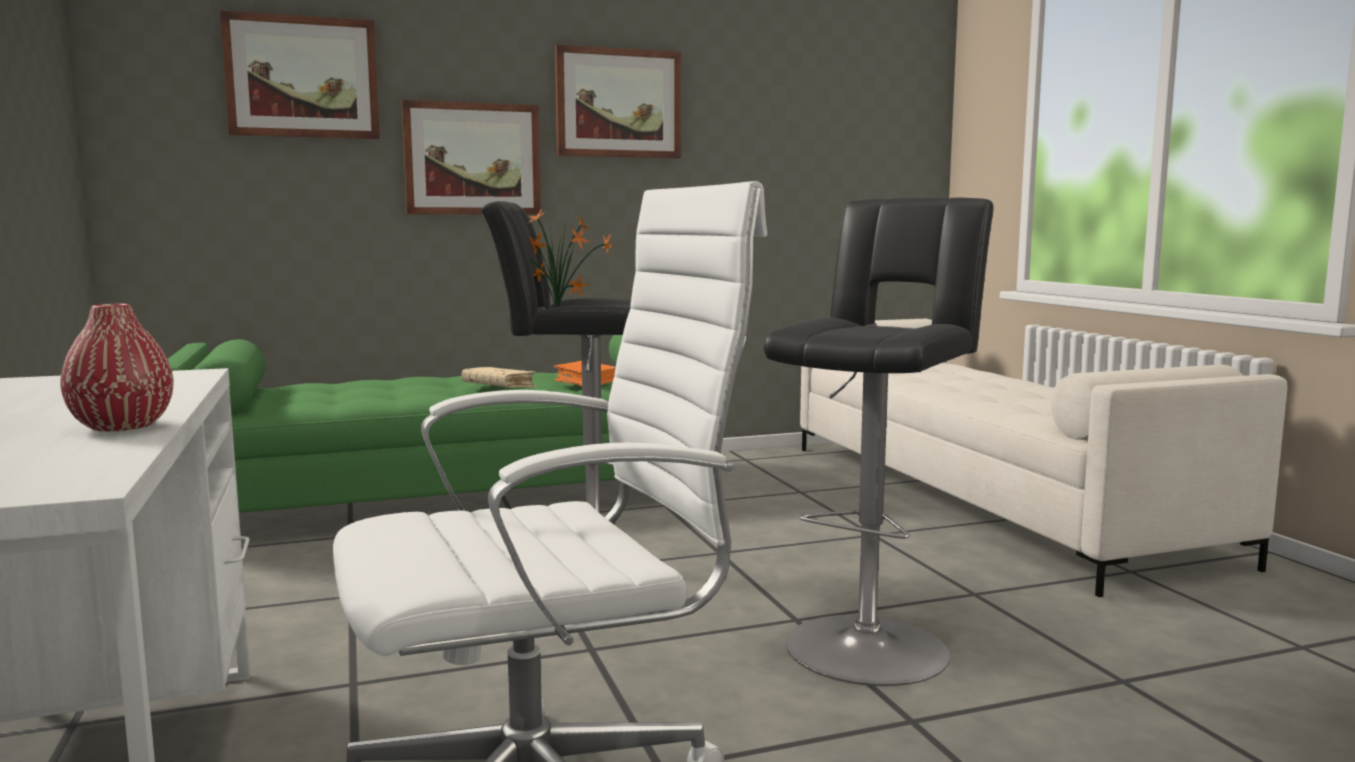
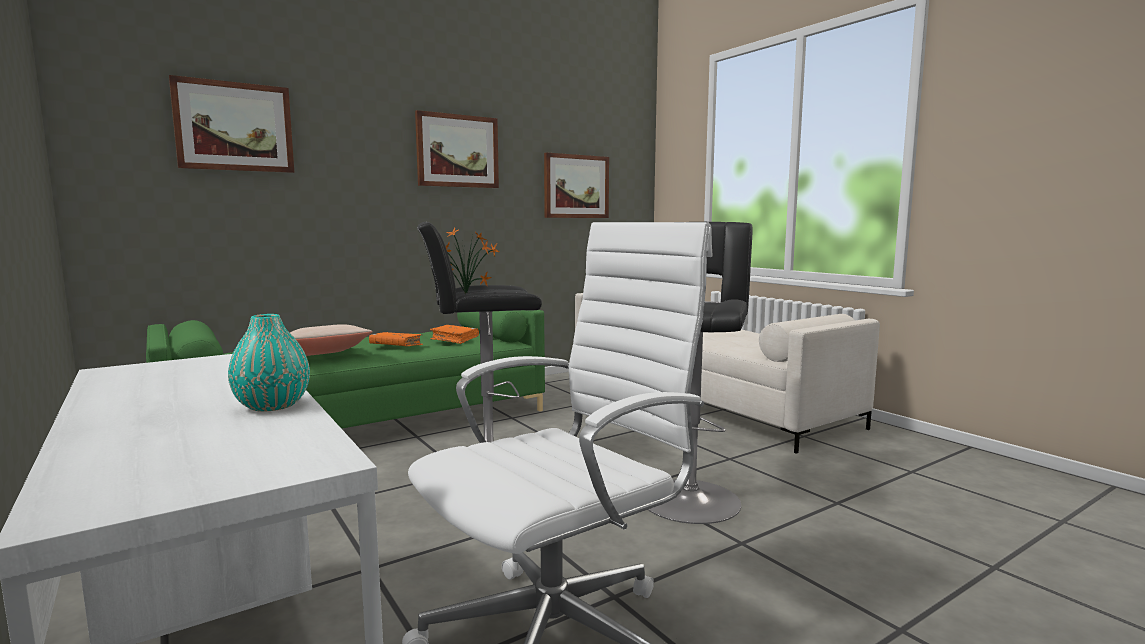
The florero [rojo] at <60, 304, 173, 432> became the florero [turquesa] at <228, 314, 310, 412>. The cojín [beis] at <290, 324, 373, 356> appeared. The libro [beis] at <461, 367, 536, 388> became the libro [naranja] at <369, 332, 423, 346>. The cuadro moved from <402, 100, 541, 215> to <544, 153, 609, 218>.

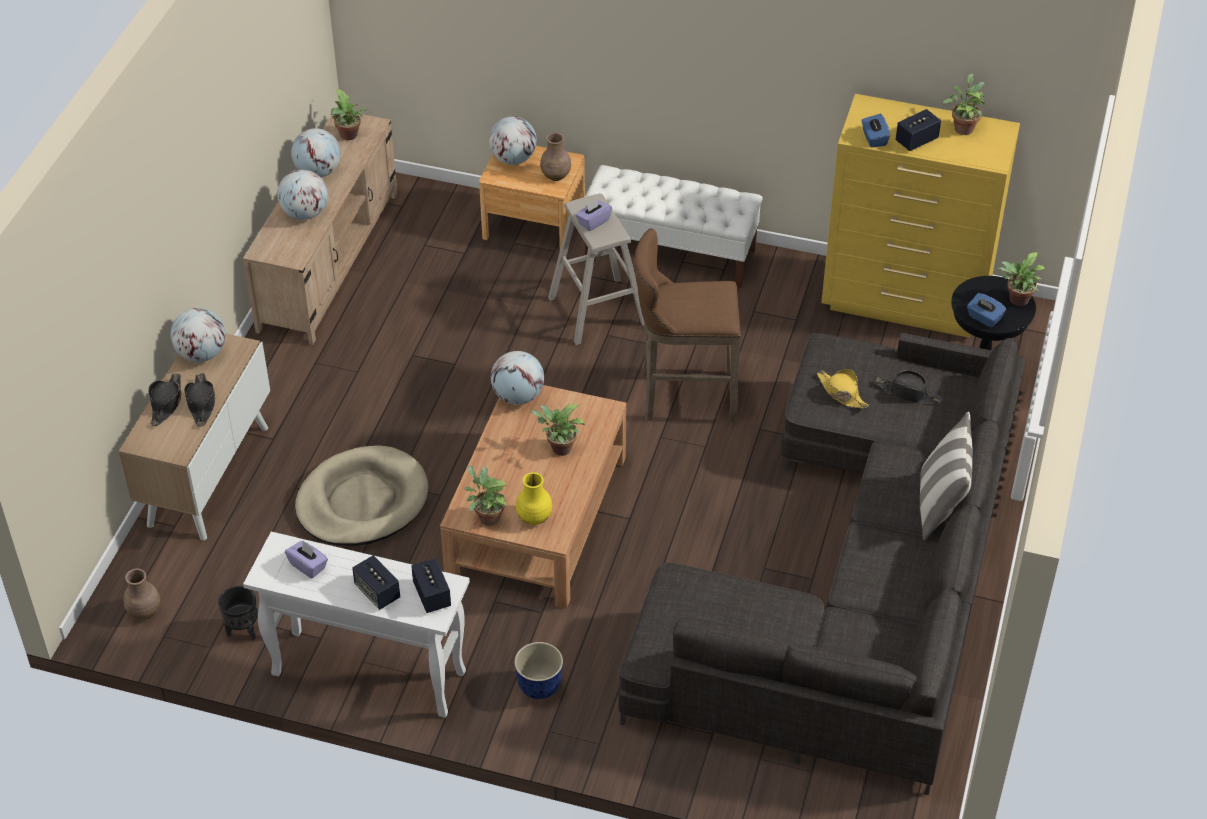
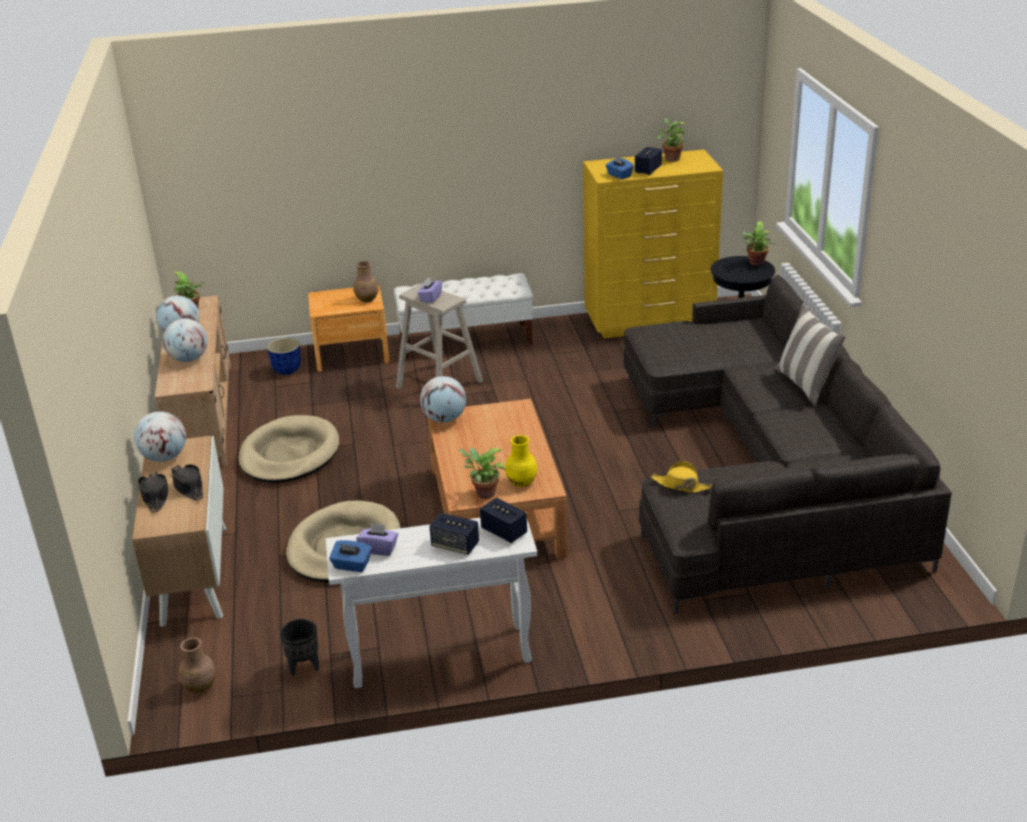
The cama para perro [beis] at <238, 415, 340, 483> appeared. The maceta moved from <514, 642, 563, 699> to <267, 338, 301, 375>. The caja de pañuelos [azul] moved from <967, 293, 1006, 328> to <329, 540, 371, 572>. The sombrero [amarillo] moved from <817, 369, 869, 409> to <651, 461, 712, 493>. The globo terráqueo at <489, 116, 537, 165> disappeared. The planta en maceta at <530, 404, 585, 456> disappeared. The taburete [marrón] at <634, 228, 741, 423> disappeared. The sombrero [negro] at <876, 371, 942, 404> disappeared.

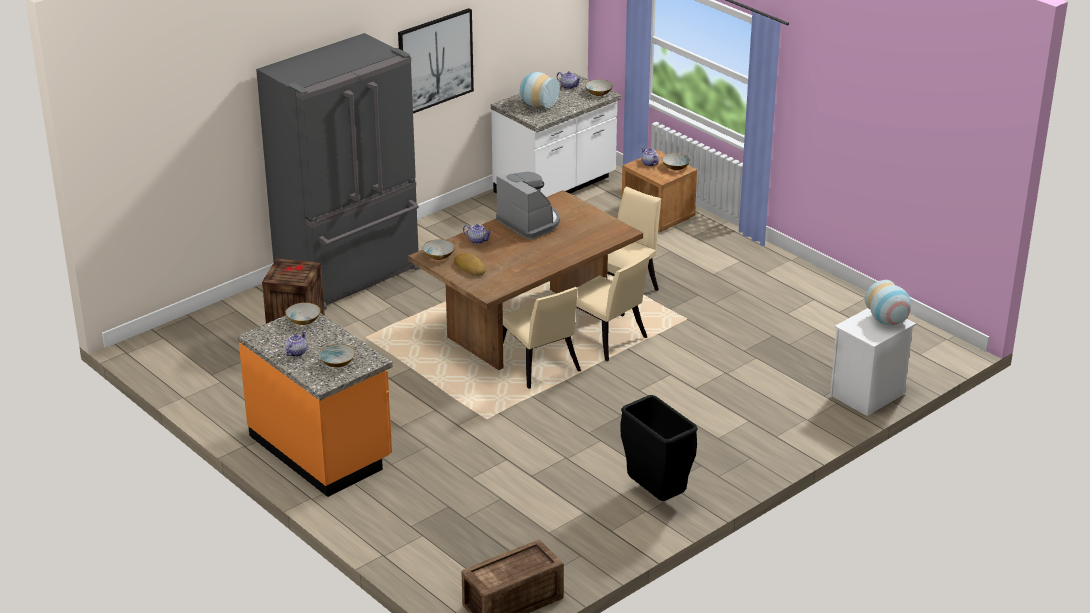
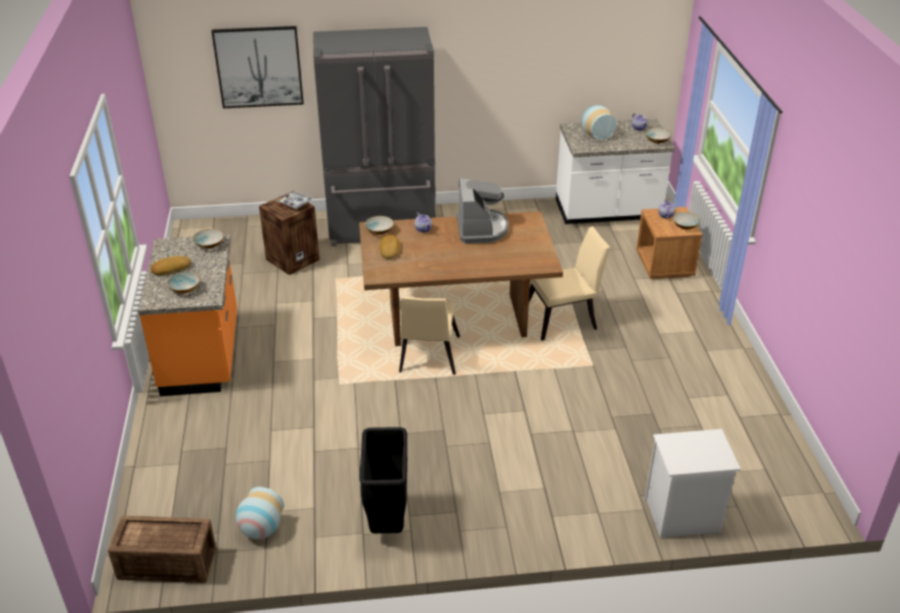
The tetera at <285, 331, 307, 357> was replaced by the pan at <150, 256, 192, 275>. The cuadro moved from <398, 8, 474, 113> to <211, 26, 304, 108>. The florero moved from <865, 280, 911, 325> to <236, 487, 284, 539>. The bandeja at <276, 191, 314, 209> appeared. The silla [beis] at <576, 255, 650, 361> disappeared.

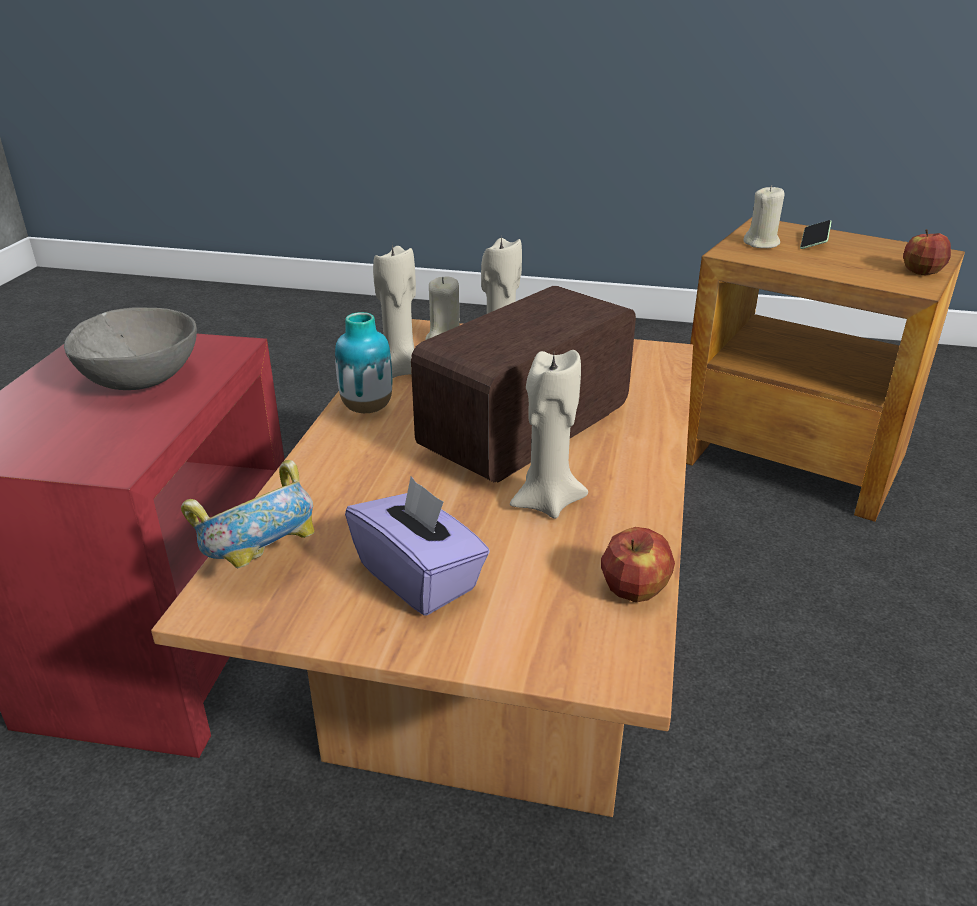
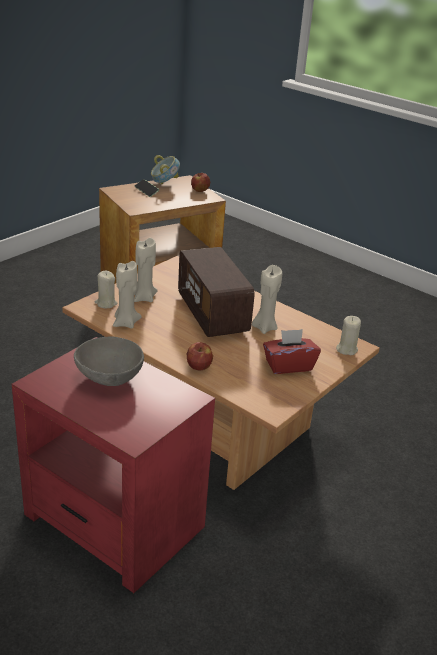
The cuenco moved from <181, 460, 314, 568> to <151, 155, 180, 185>. The manzana moved from <601, 527, 675, 602> to <187, 342, 213, 370>. The caja de pañuelos [morado] at <345, 476, 490, 616> became the caja de pañuelos [rojo] at <263, 329, 321, 374>. The vela [beis] moved from <744, 185, 784, 248> to <336, 316, 361, 355>. The florero at <335, 312, 392, 413> disappeared.

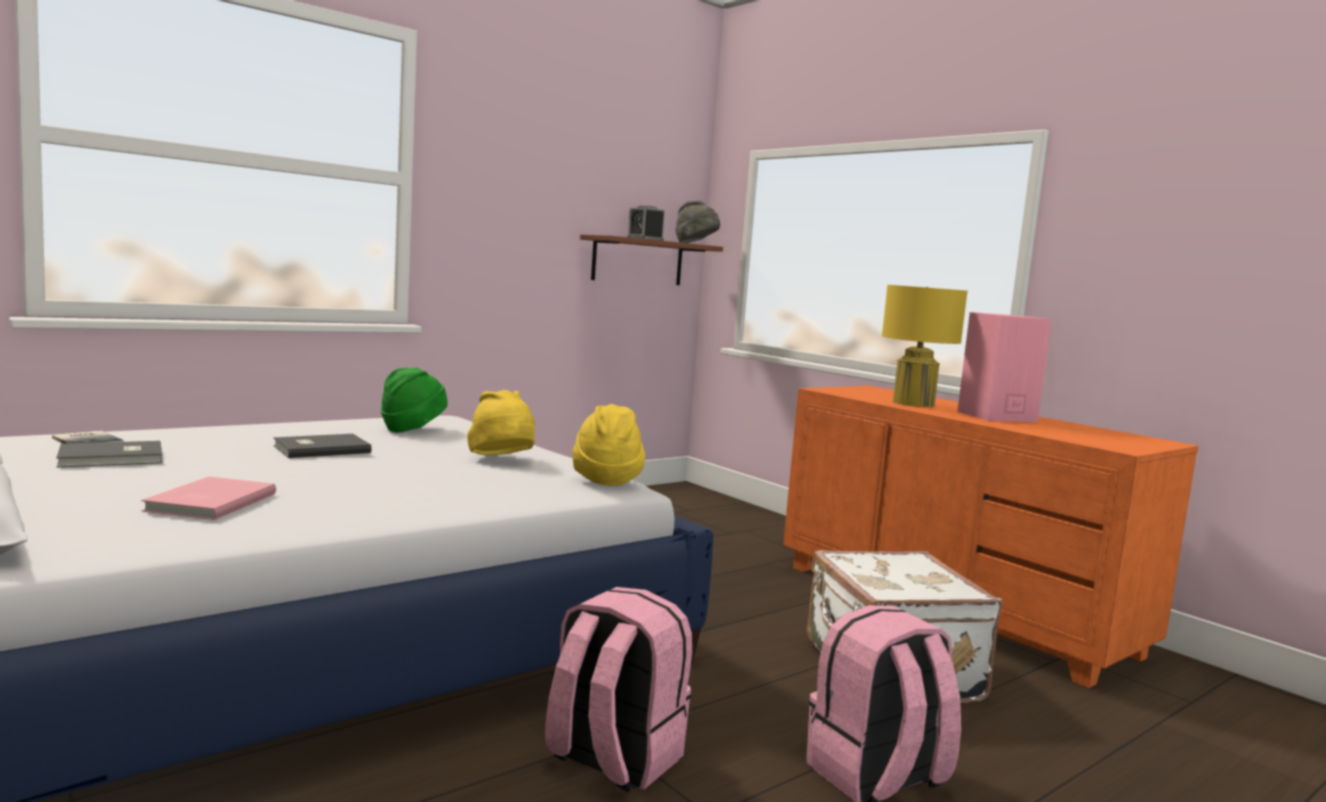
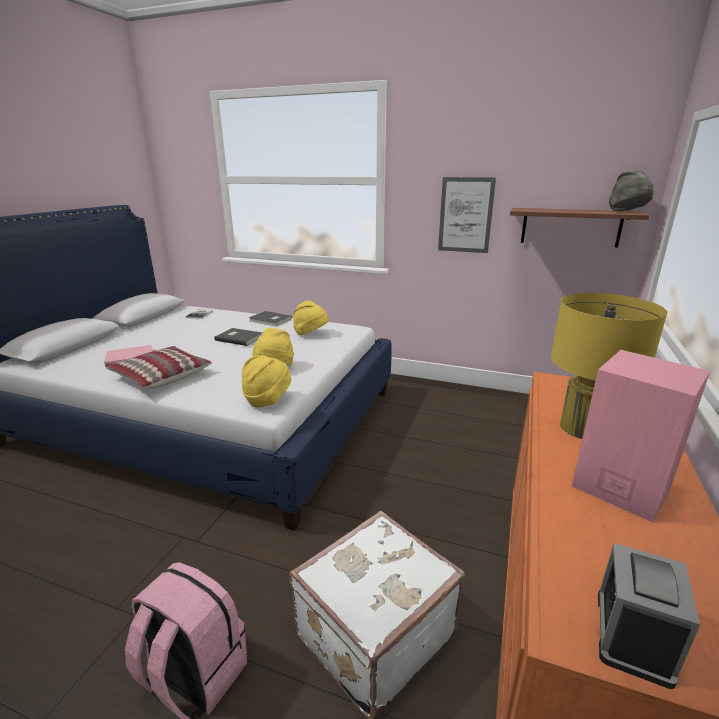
The cojín at <106, 346, 212, 390> appeared. The libro [gris] moved from <56, 441, 162, 467> to <249, 311, 292, 326>. The sombrero [verde] at <381, 368, 448, 432> became the sombrero [amarillo] at <293, 301, 329, 335>. The cuadro at <438, 177, 496, 253> appeared. The despertador moved from <627, 205, 665, 241> to <598, 543, 700, 689>. The mochila [rosa] at <545, 587, 692, 792> disappeared.

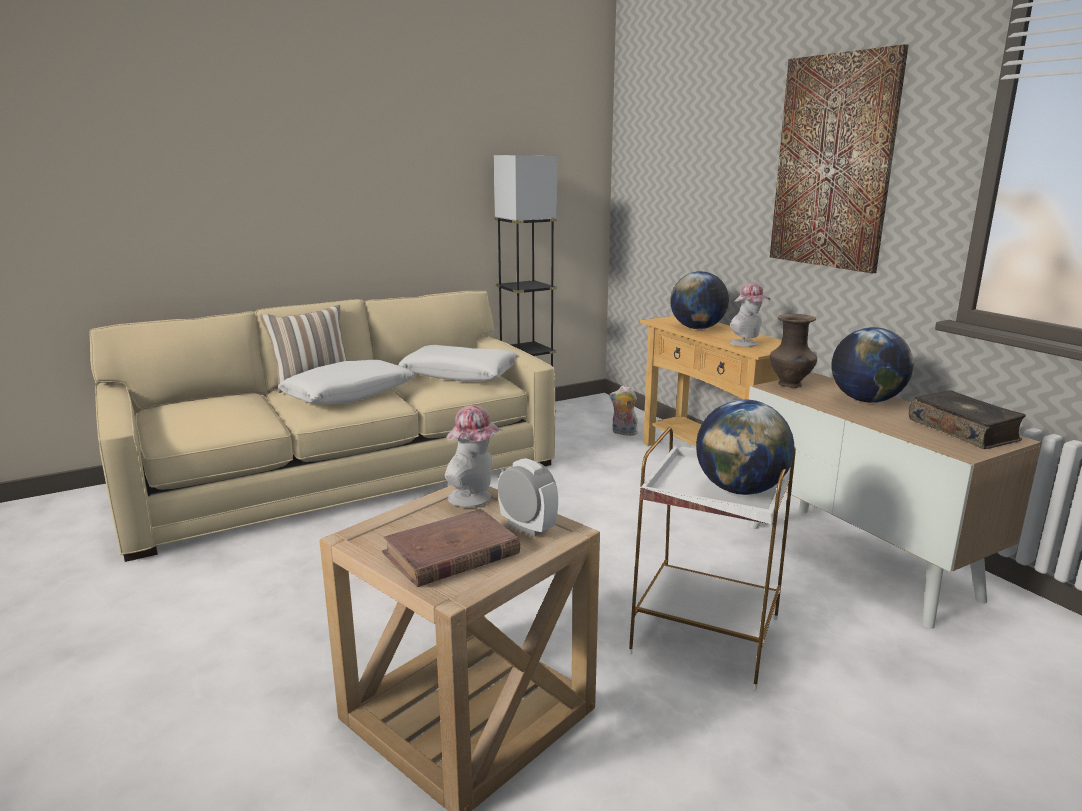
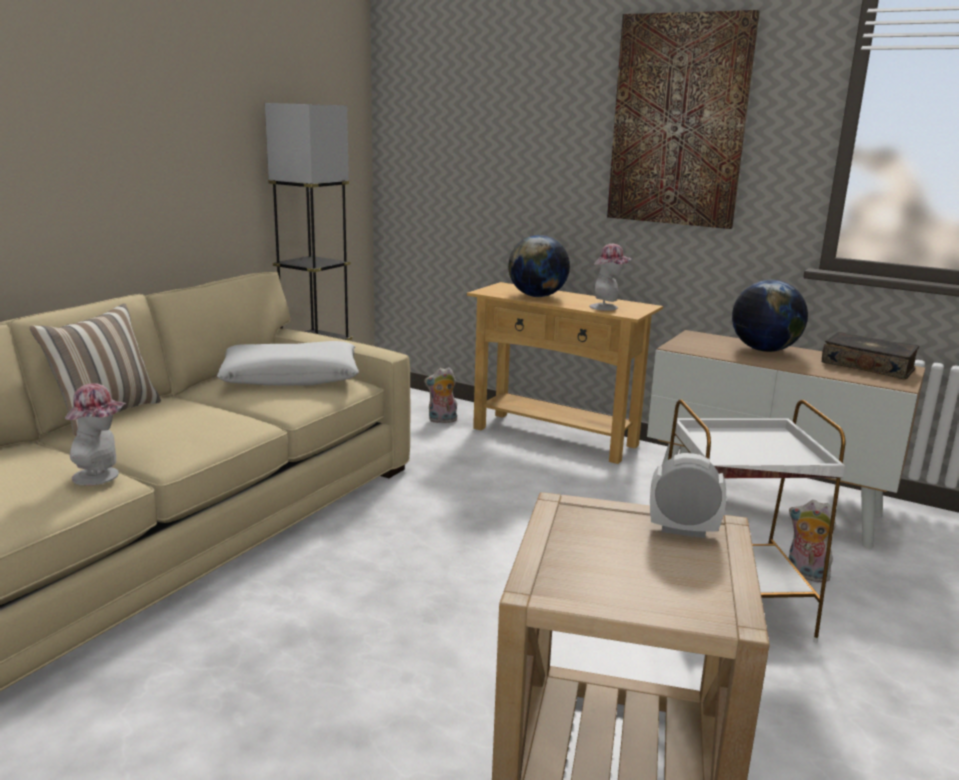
The sombrero moved from <445, 405, 503, 507> to <65, 383, 126, 486>. The peluche at <788, 500, 836, 583> appeared. The cojín [blanco] at <278, 360, 415, 404> disappeared. The libro [marrón] at <382, 509, 520, 587> disappeared. The globo terráqueo at <696, 399, 794, 495> disappeared. The florero [marrón] at <770, 314, 817, 388> disappeared.

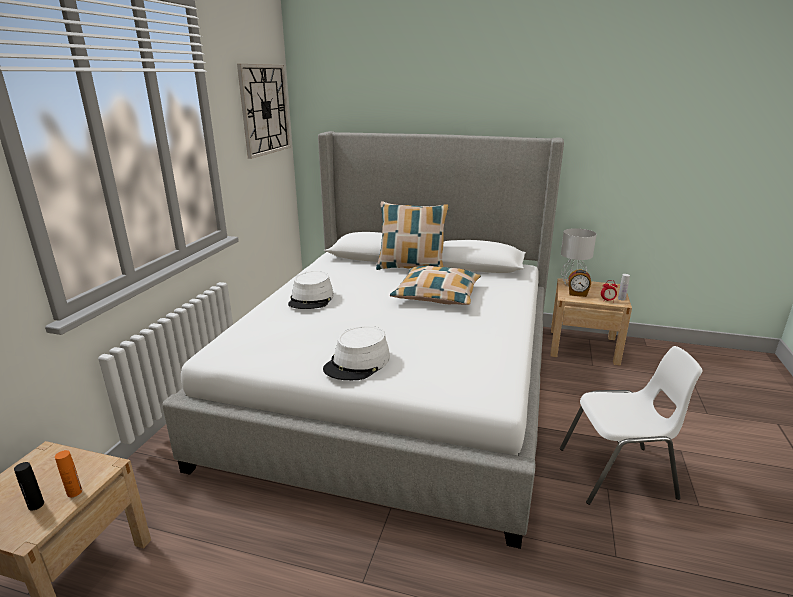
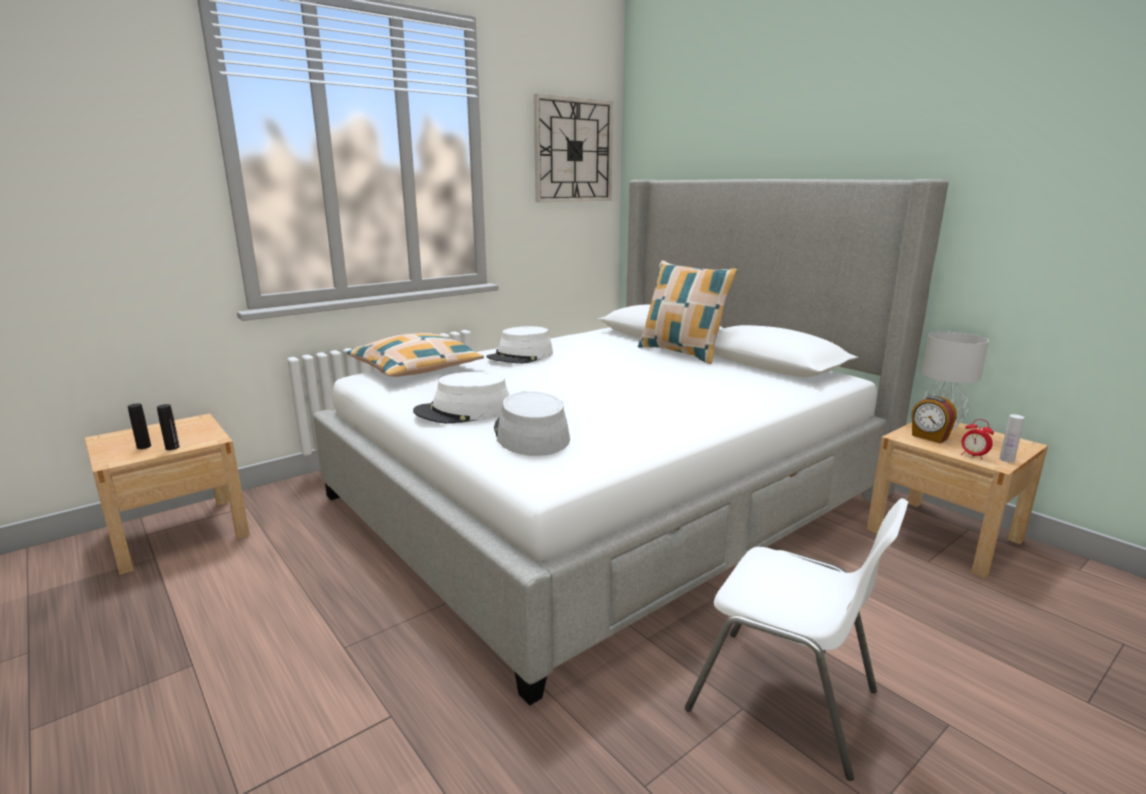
The botella [naranja] at <55, 450, 82, 497> became the botella [negro] at <157, 404, 180, 450>. The cojín moved from <390, 266, 481, 305> to <346, 333, 484, 377>. The sombrero [gris] at <494, 391, 570, 456> appeared.

